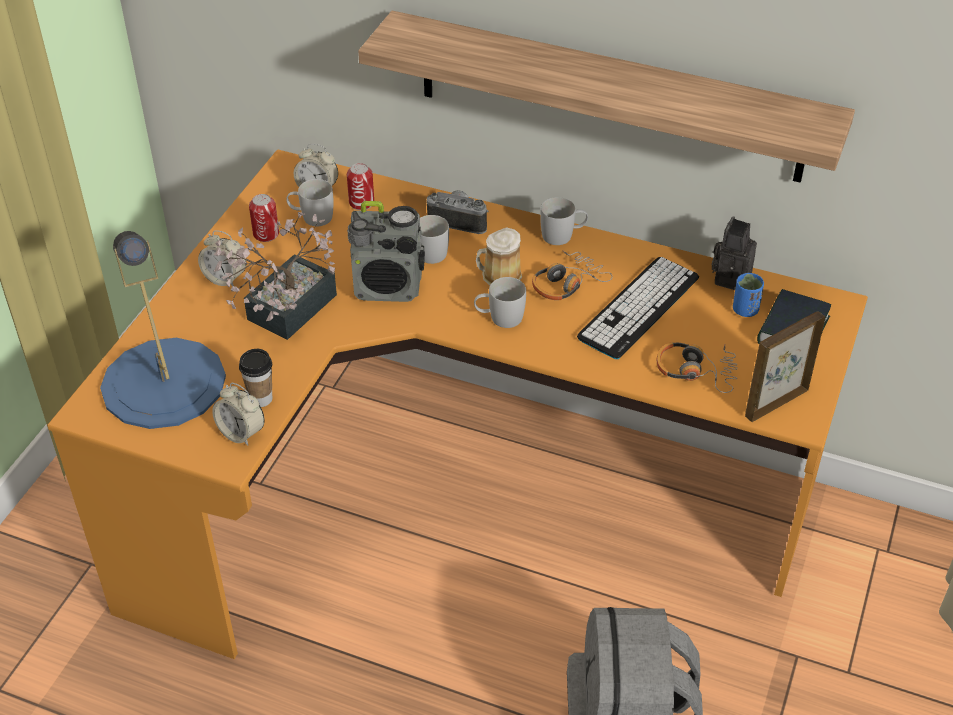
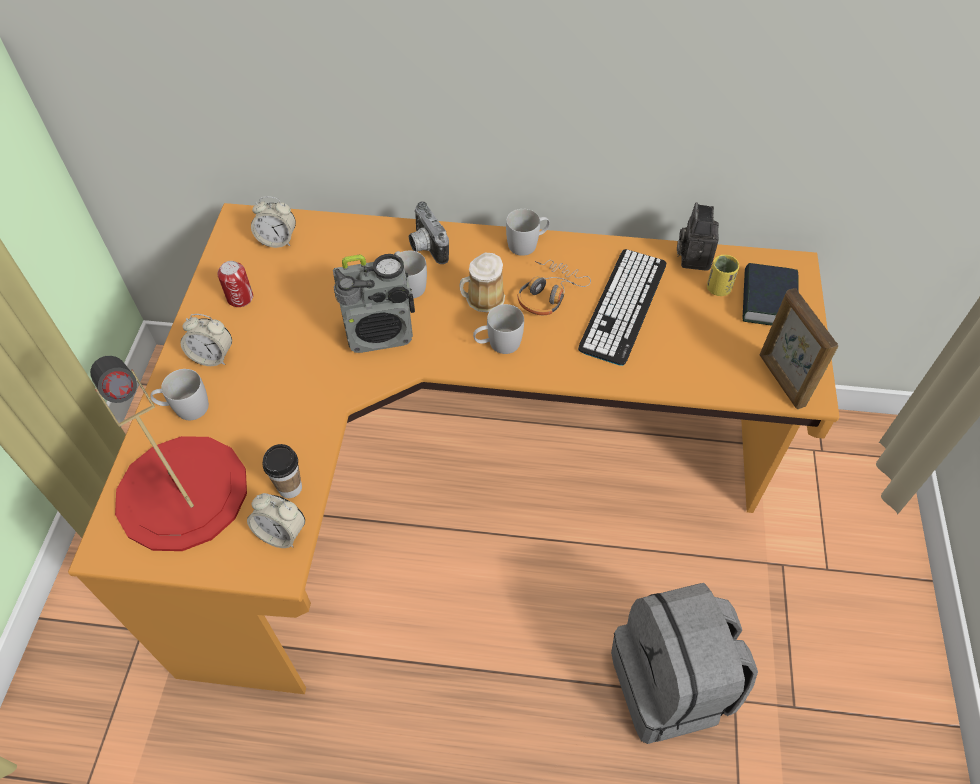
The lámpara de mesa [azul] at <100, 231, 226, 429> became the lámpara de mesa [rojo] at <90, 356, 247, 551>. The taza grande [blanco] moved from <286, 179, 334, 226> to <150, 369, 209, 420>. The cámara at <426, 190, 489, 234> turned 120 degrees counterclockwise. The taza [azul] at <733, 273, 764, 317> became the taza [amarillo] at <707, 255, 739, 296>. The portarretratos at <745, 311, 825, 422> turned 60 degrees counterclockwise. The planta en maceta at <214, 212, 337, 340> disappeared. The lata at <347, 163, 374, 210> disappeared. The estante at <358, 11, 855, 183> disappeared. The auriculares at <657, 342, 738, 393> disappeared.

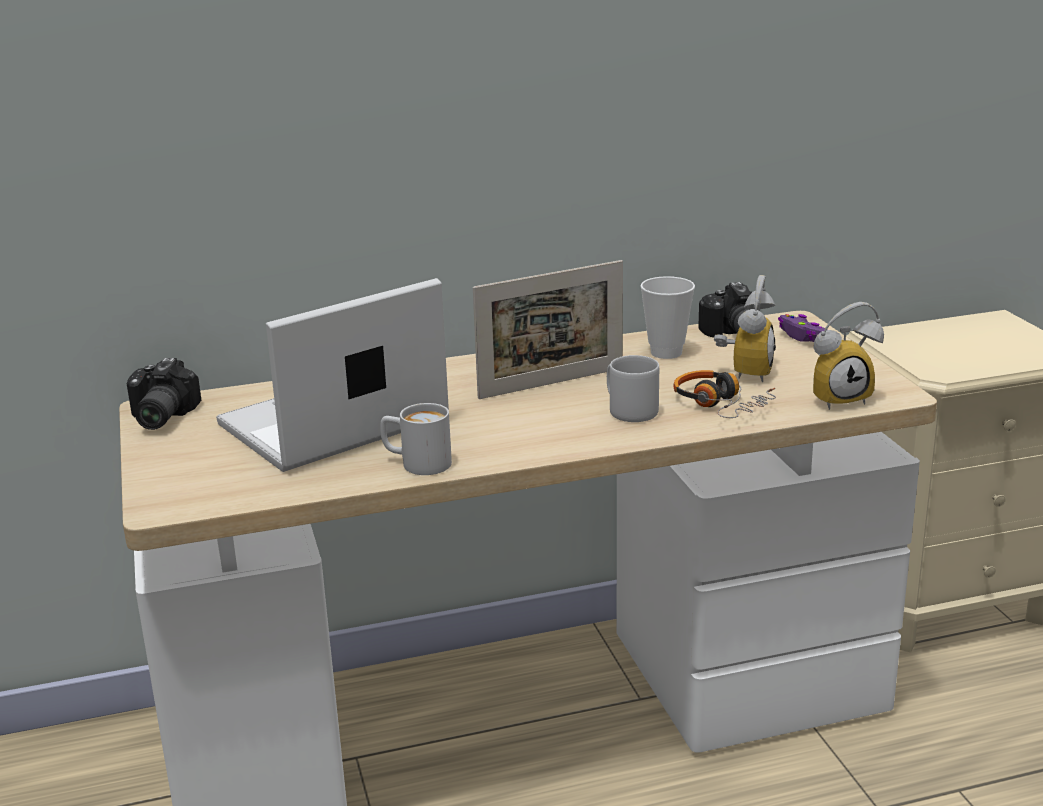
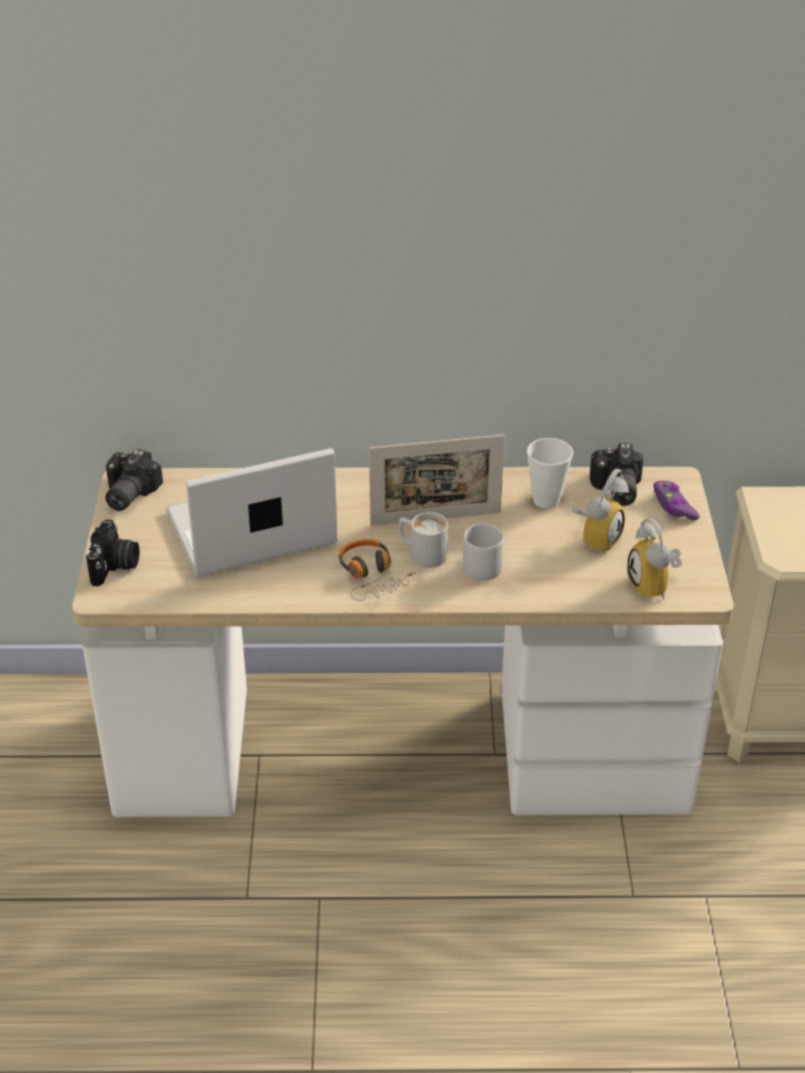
The cámara at <86, 520, 139, 586> appeared. The auriculares moved from <673, 370, 776, 418> to <338, 539, 416, 601>. The taza grande [blanco] moved from <380, 403, 452, 475> to <398, 512, 448, 568>. The despertador at <813, 302, 884, 410> turned 75 degrees clockwise.

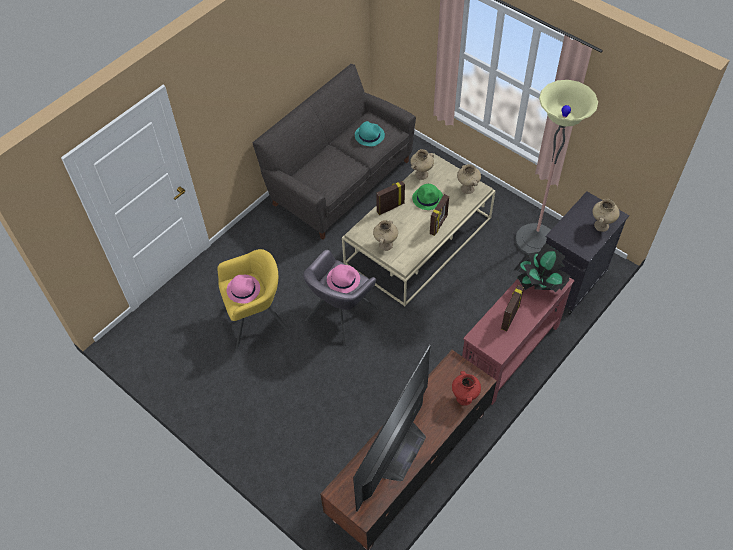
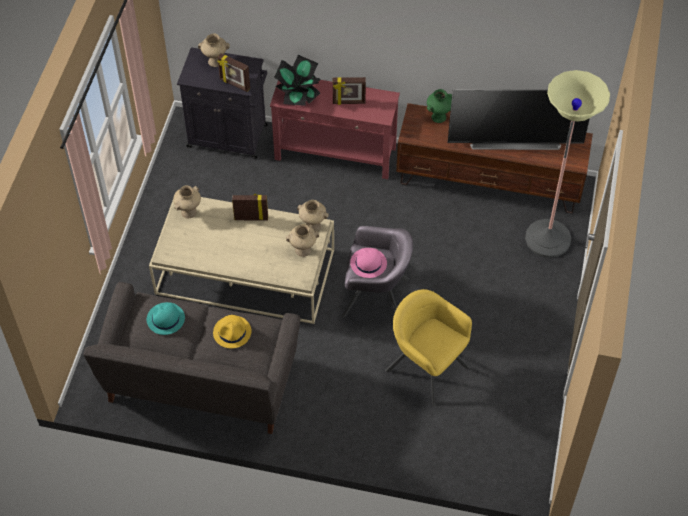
The sombrero [amarillo] at <213, 315, 252, 348> appeared. The portarretratos moved from <376, 181, 405, 215> to <217, 53, 250, 92>. The florero [beis] moved from <410, 149, 434, 180> to <297, 200, 329, 231>. The florero [rojo] at <452, 371, 481, 406> became the florero [verde] at <427, 89, 452, 123>. The lámpara de pie moved from <515, 80, 598, 255> to <525, 70, 610, 258>. The sombrero [rosa] at <227, 275, 260, 304> disappeared. The sombrero [verde] at <412, 184, 443, 210> disappeared.

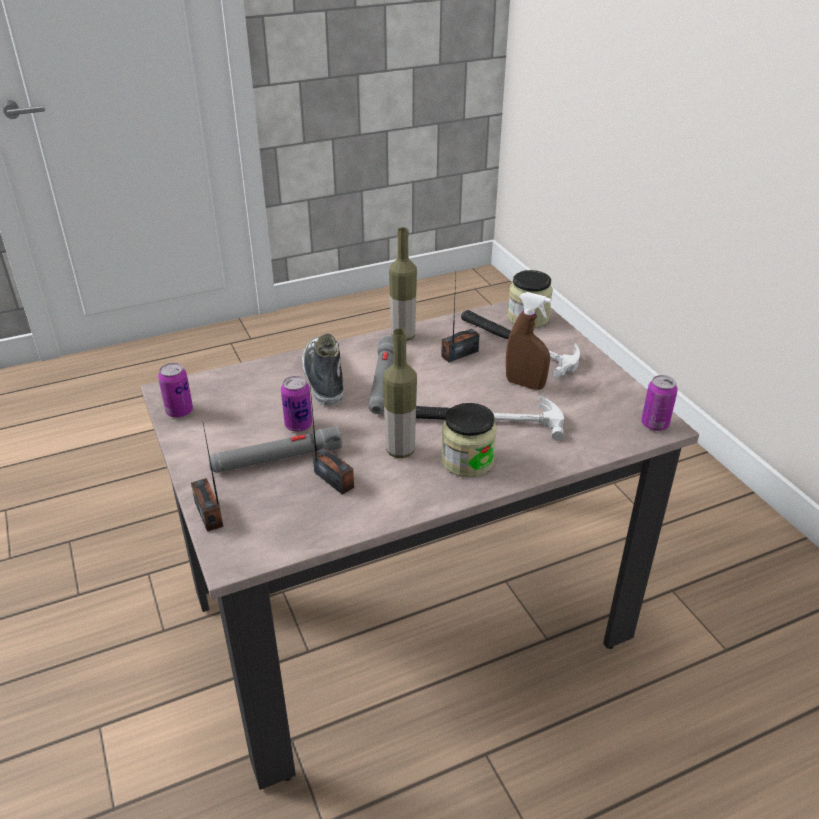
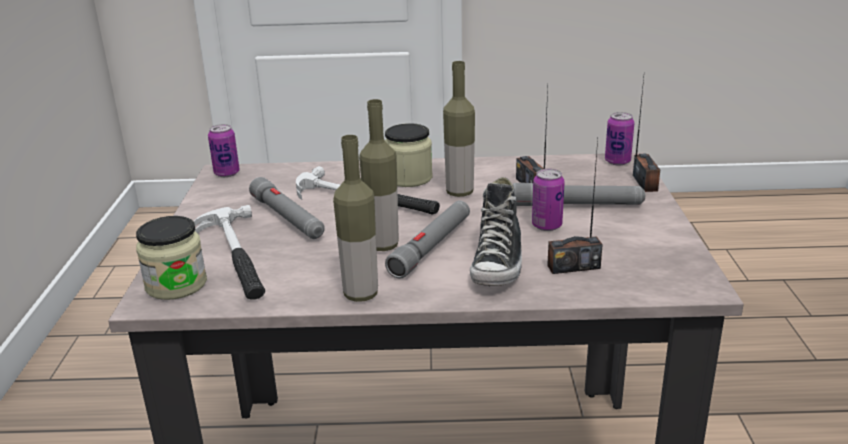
The pulverizador [marrón] at <506, 292, 552, 390> was replaced by the linterna [gris] at <249, 177, 325, 239>. The botella at <359, 99, 399, 251> appeared. The radio moved from <441, 277, 480, 362> to <547, 139, 603, 274>. The lata moved from <158, 363, 193, 418> to <605, 112, 635, 166>.

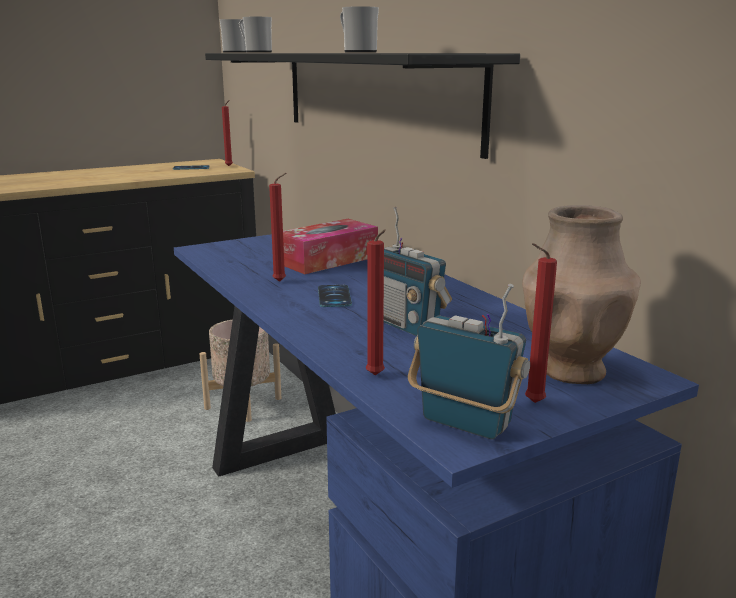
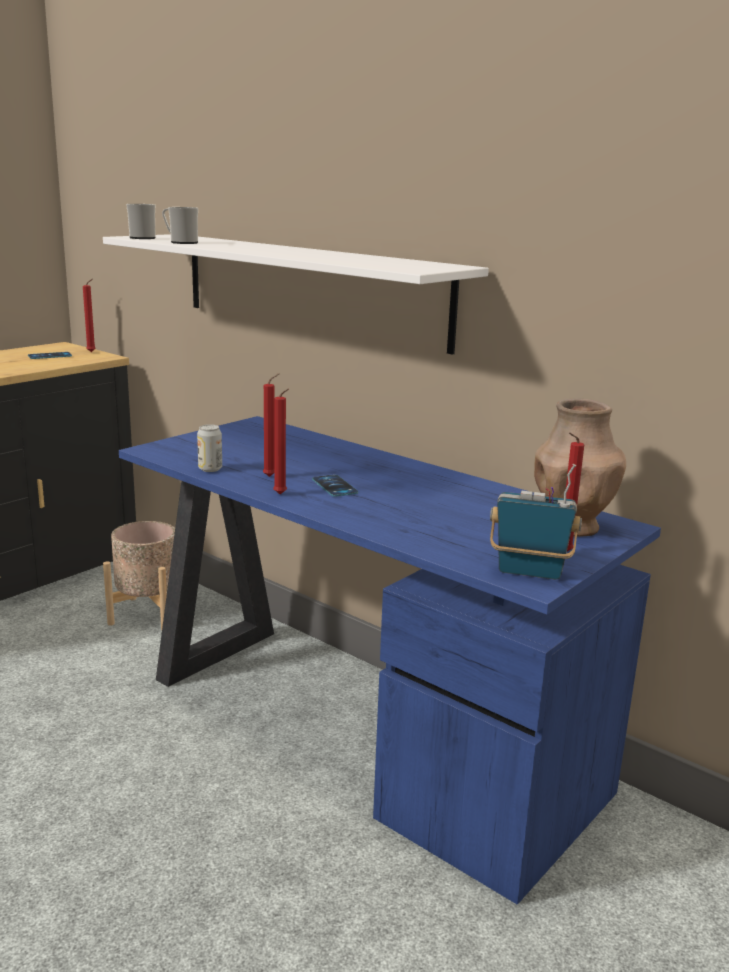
The estante [negro] at <205, 53, 520, 159> became the estante [blanco] at <103, 234, 489, 355>. The lata at <197, 424, 222, 472> appeared. The vela [rojo] moved from <366, 229, 386, 375> to <273, 389, 289, 494>. The caja de pañuelos at <283, 219, 378, 274> disappeared. The taza grande at <340, 6, 379, 52> disappeared. The radio at <383, 207, 452, 336> disappeared.

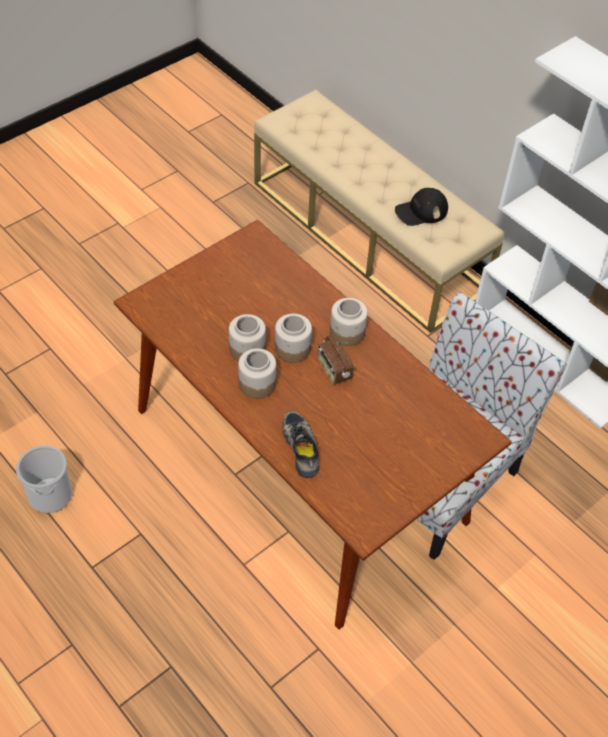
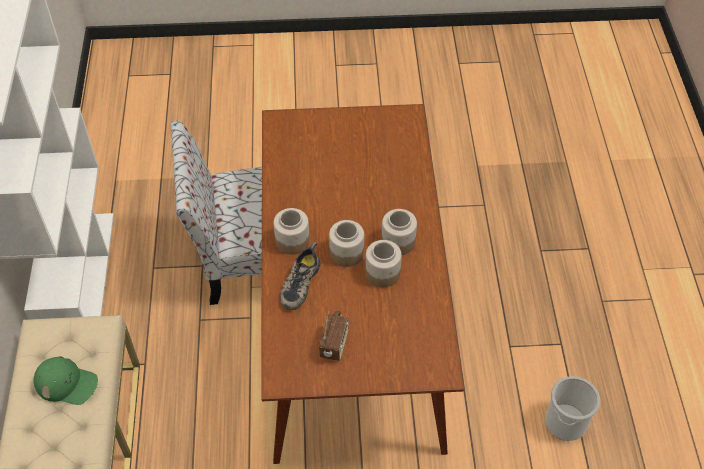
The gorra [negro] at <395, 188, 448, 226> became the gorra [verde] at <34, 356, 98, 405>. The zapato moved from <282, 411, 319, 478> to <280, 242, 320, 310>. The radio moved from <318, 335, 354, 385> to <319, 311, 349, 361>.

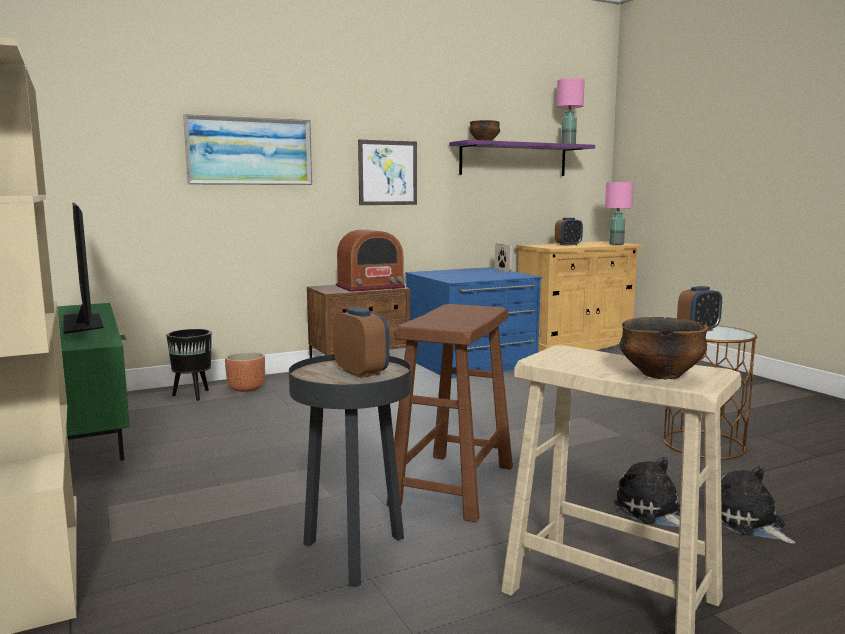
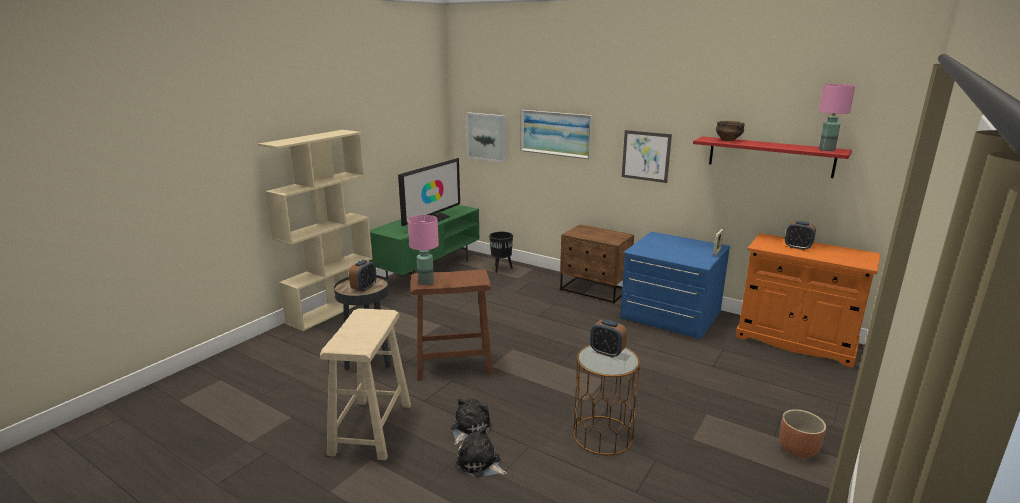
The lámpara de mesa [rosa] moved from <605, 182, 634, 245> to <408, 215, 439, 285>. The peluche at <721, 466, 795, 544> turned 90 degrees counterclockwise. The cuadro at <466, 112, 506, 163> appeared. The estante [morado] at <449, 140, 595, 176> became the estante [rojo] at <693, 136, 852, 178>. The armario [beis] at <516, 241, 643, 352> became the armario [naranja] at <735, 233, 881, 368>. The maceta [marrón] moved from <225, 352, 265, 392> to <779, 409, 826, 458>. The radio at <336, 229, 405, 292> disappeared. The cuenco at <619, 317, 709, 380> disappeared.

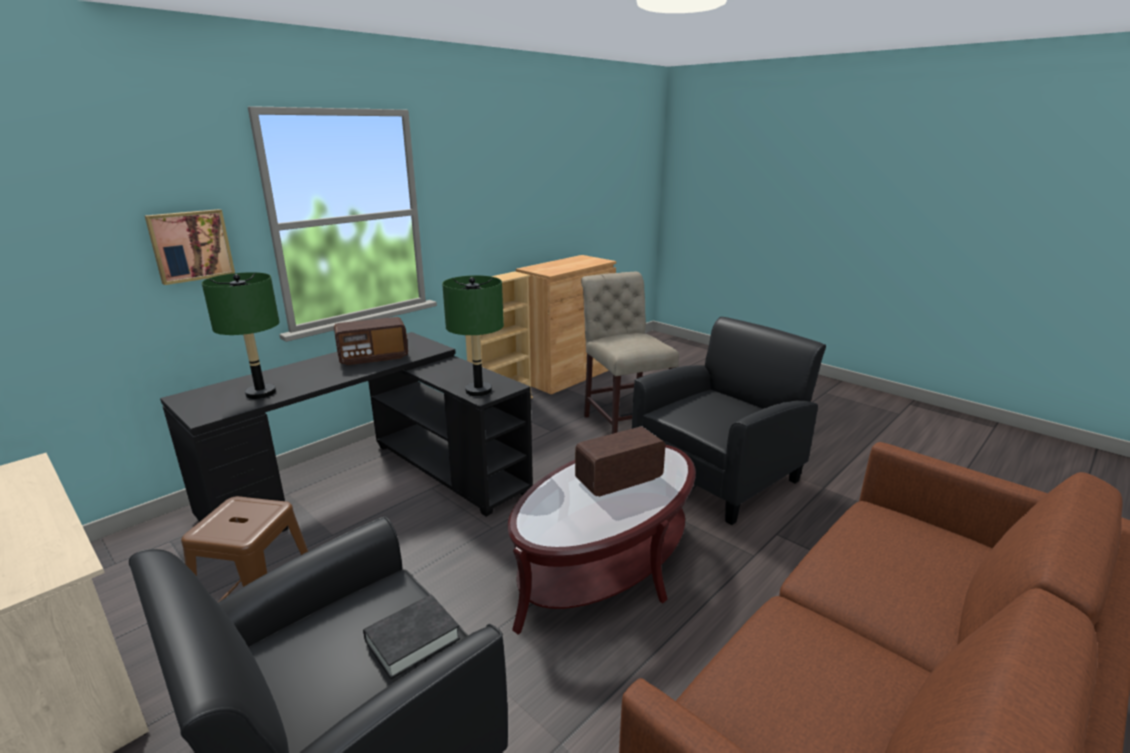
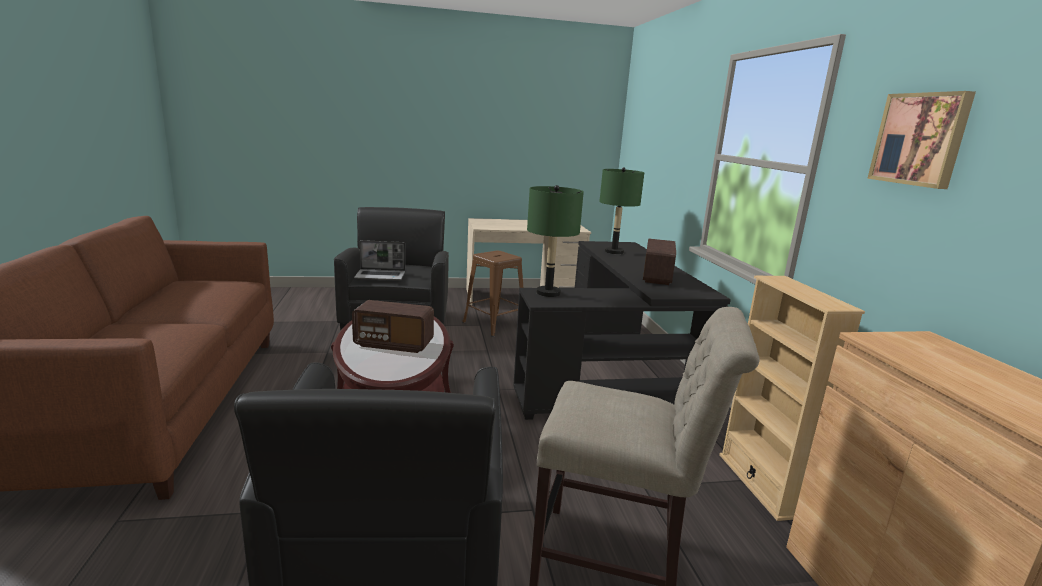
The radio at <575, 427, 665, 497> turned 90 degrees clockwise. The libro [negro] at <363, 595, 460, 679> was replaced by the portátil at <354, 240, 405, 280>. The cuadro moved from <145, 209, 235, 285> to <867, 91, 976, 189>.

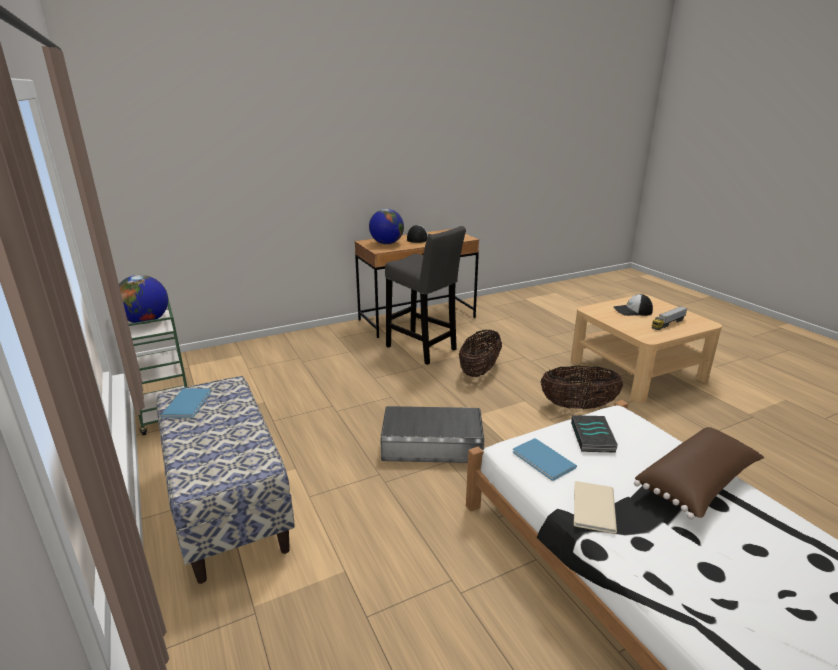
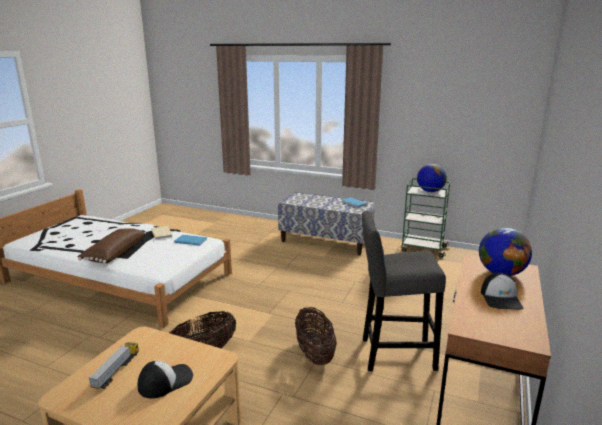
The caja de almacenaje [gris] at <380, 406, 484, 463> disappeared. The libro at <571, 415, 618, 453> disappeared.

